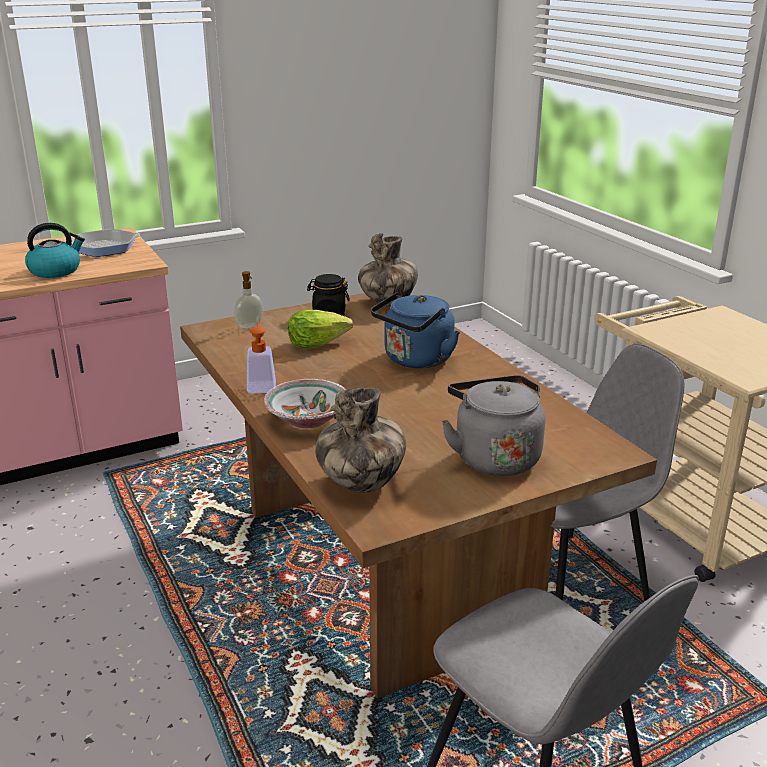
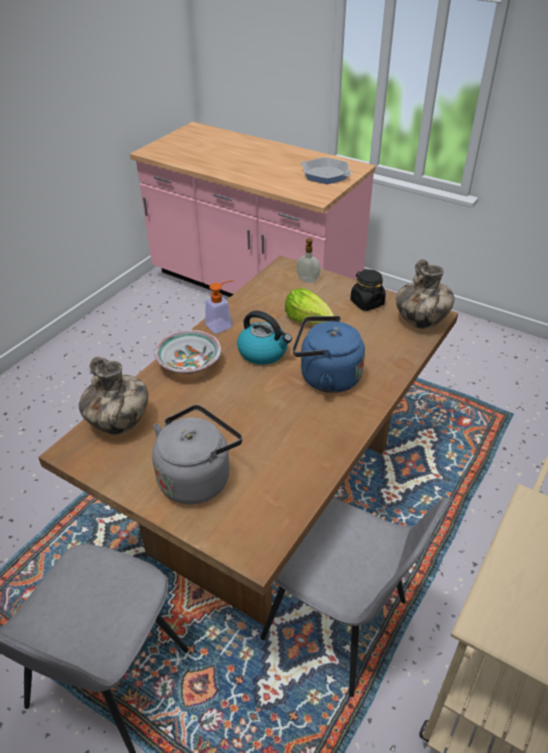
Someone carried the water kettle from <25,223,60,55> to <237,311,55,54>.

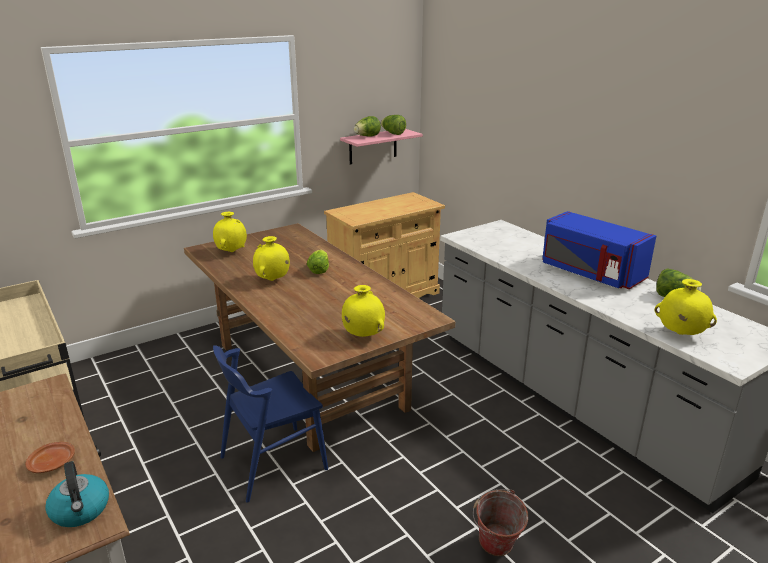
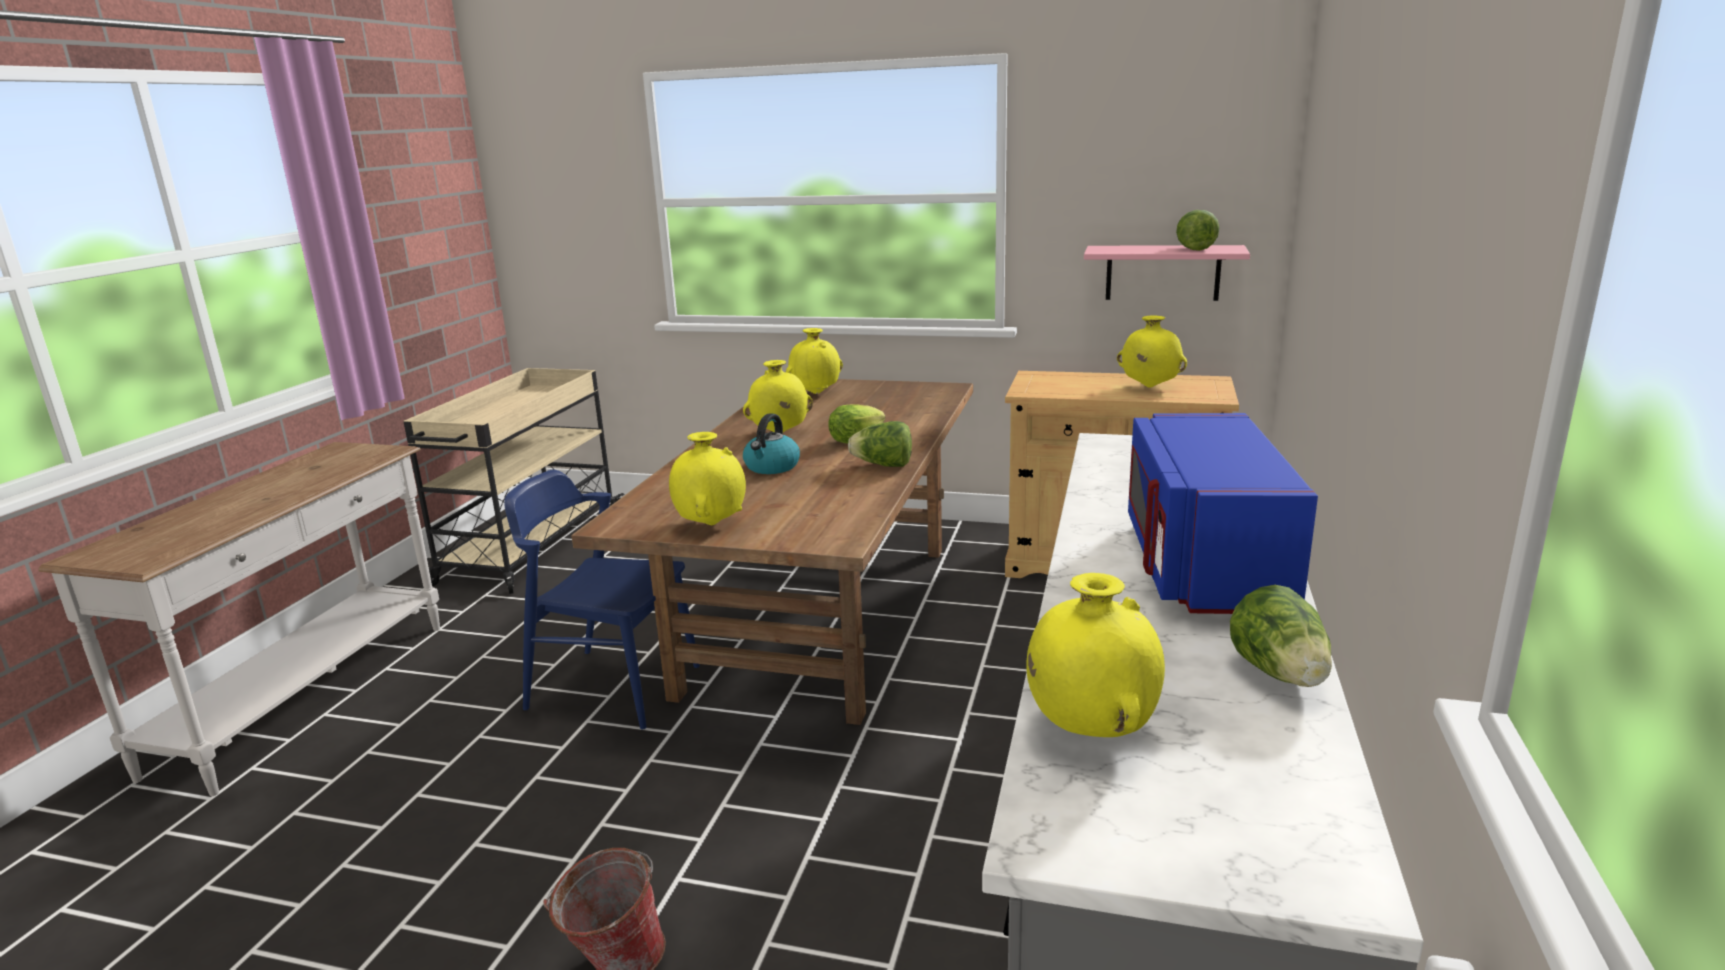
Someone took away the dinner plate/brown-coloured at <26,442,49,31>.
Someone carried the water kettle from <45,461,64,66> to <743,413,57,61>.
Someone carried the lettuce head from <354,116,27,21> to <848,421,64,46>.
Someone put down the vase/yellowish at <1117,315,70,72>.

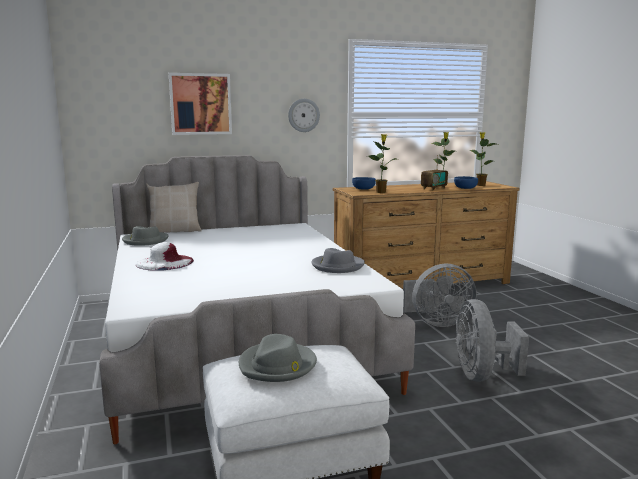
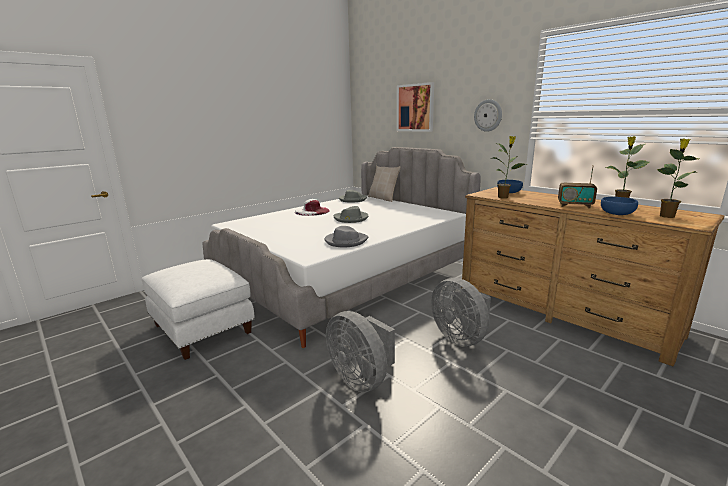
Someone carried the wearable hat/gray from <239,334,78,48> to <334,206,34,17>.
Someone rotated the cooling fan/gray at <455,299,74,83> by 105 degrees counterclockwise.

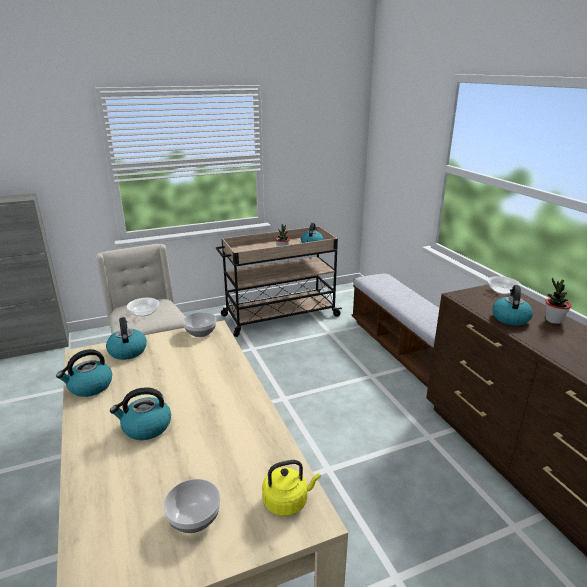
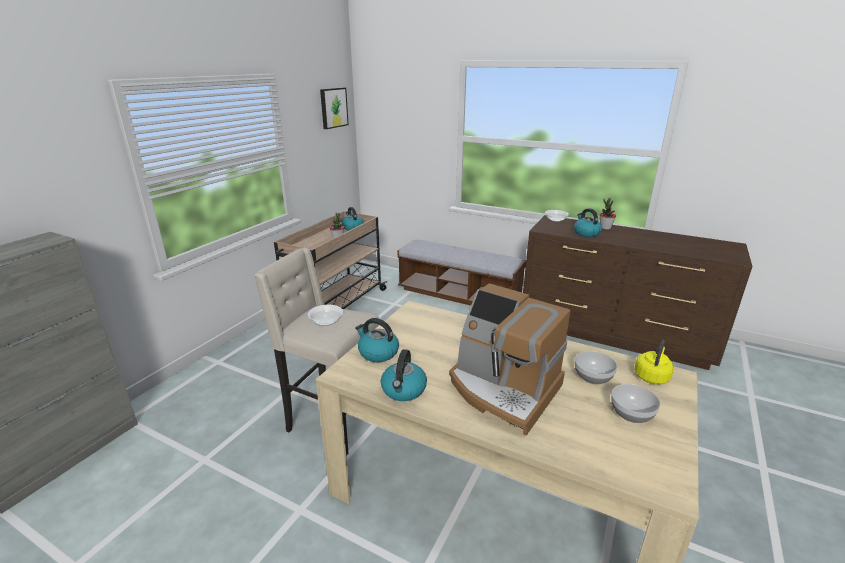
Someone swapped the water kettle at <110,387,61,53> for the coffee maker at <449,283,121,153>.
Someone carried the deep dish from <183,312,33,25> to <575,351,42,33>.
Someone put up the picture at <320,88,29,41>.

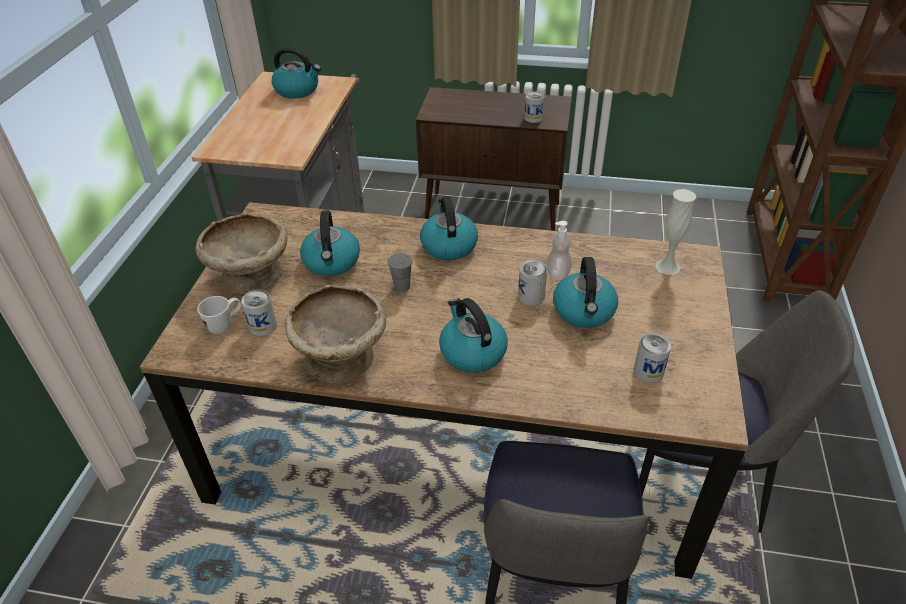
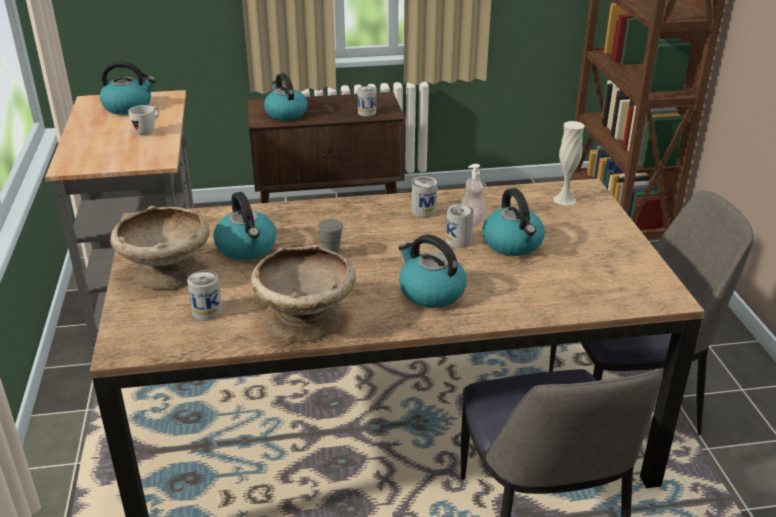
Someone carried the mug/whitish from <197,296,44,38> to <128,105,31,30>.
Someone carried the water kettle from <420,196,58,64> to <264,73,43,48>.
Someone carried the metal can from <633,333,38,50> to <411,176,26,41>.

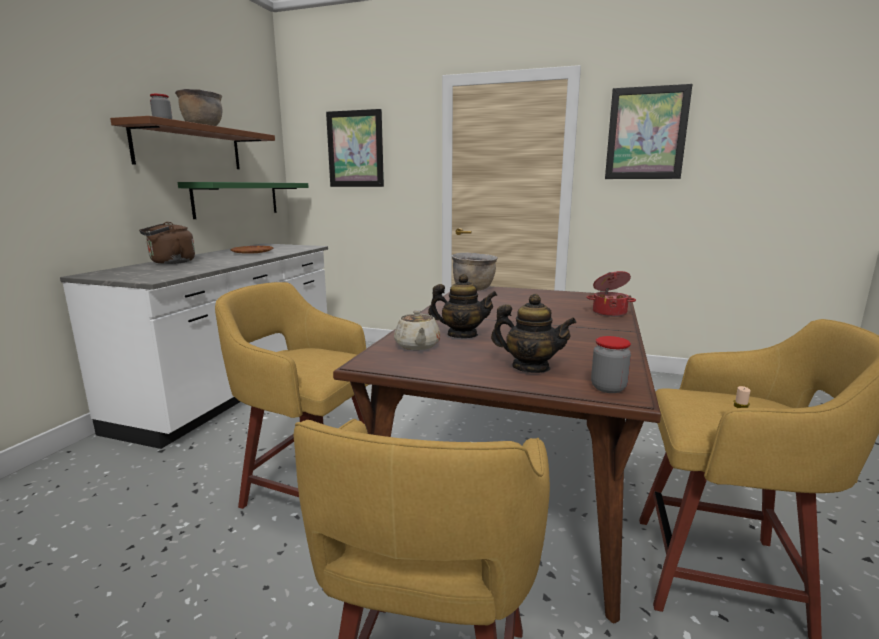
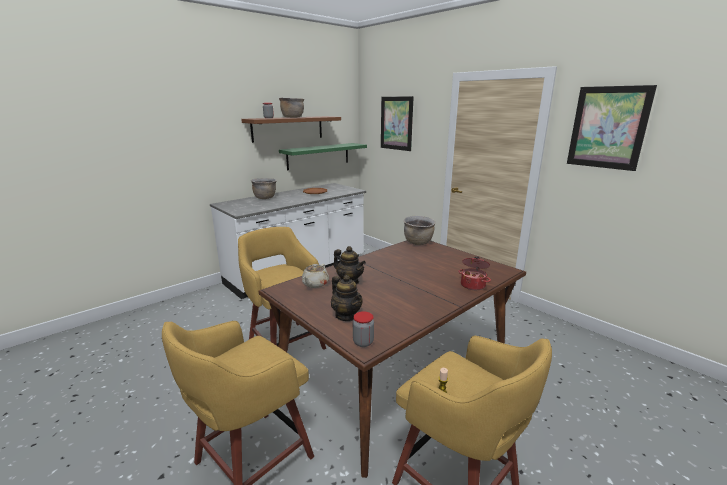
Someone swapped the water kettle/brown-coloured at <139,222,56,42> for the saucepot/brown-coloured at <251,178,26,21>.

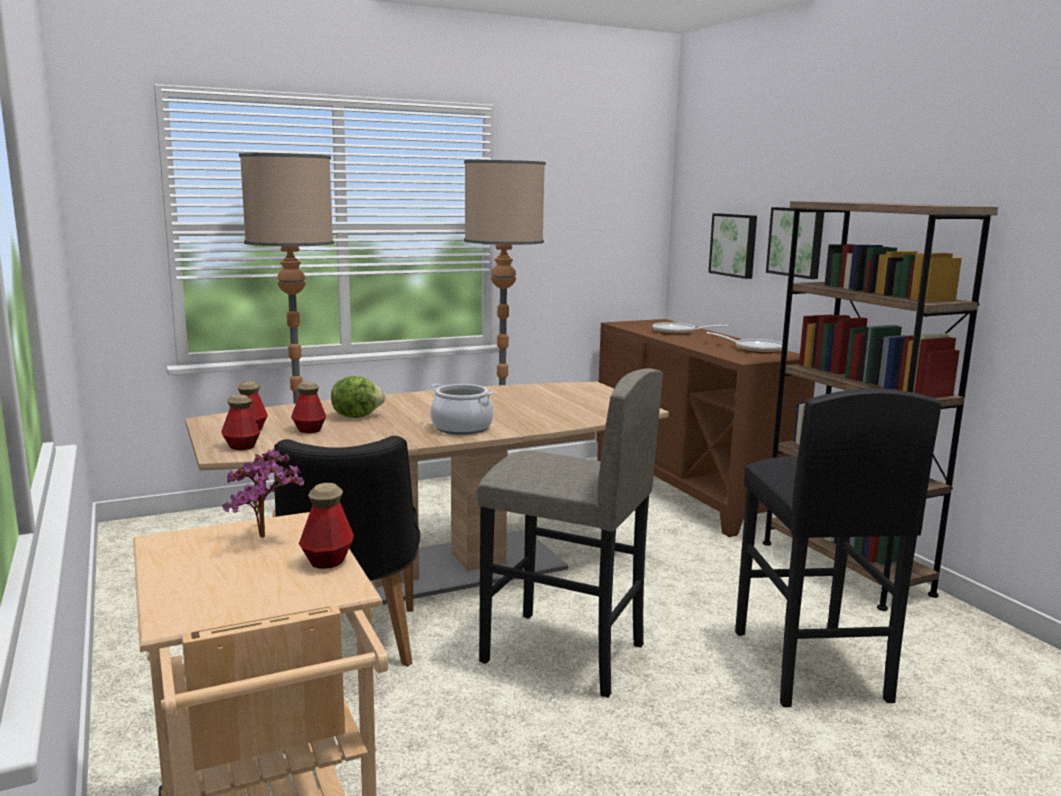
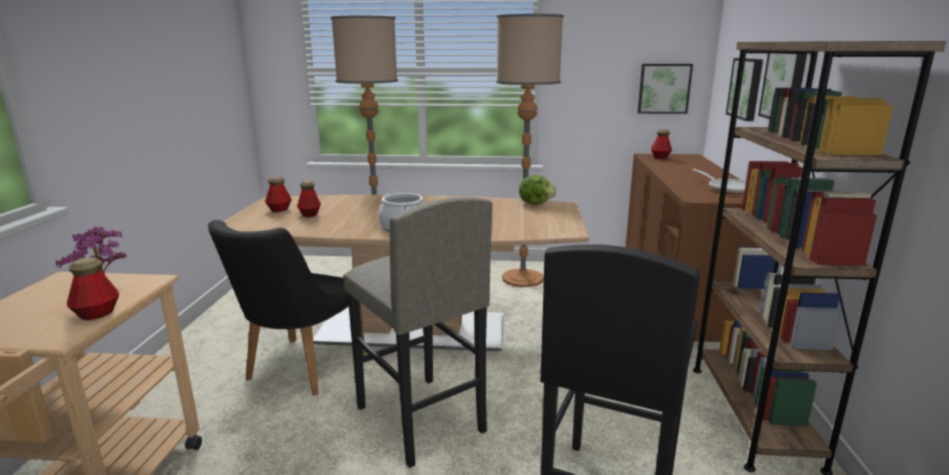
Someone carried the beverage bottle from <221,395,39,55> to <651,129,21,30>.
Someone carried the lettuce head from <331,376,55,42> to <519,175,38,30>.
Someone took away the skillet at <653,322,75,13>.
Someone put up the picture at <638,64,55,50>.

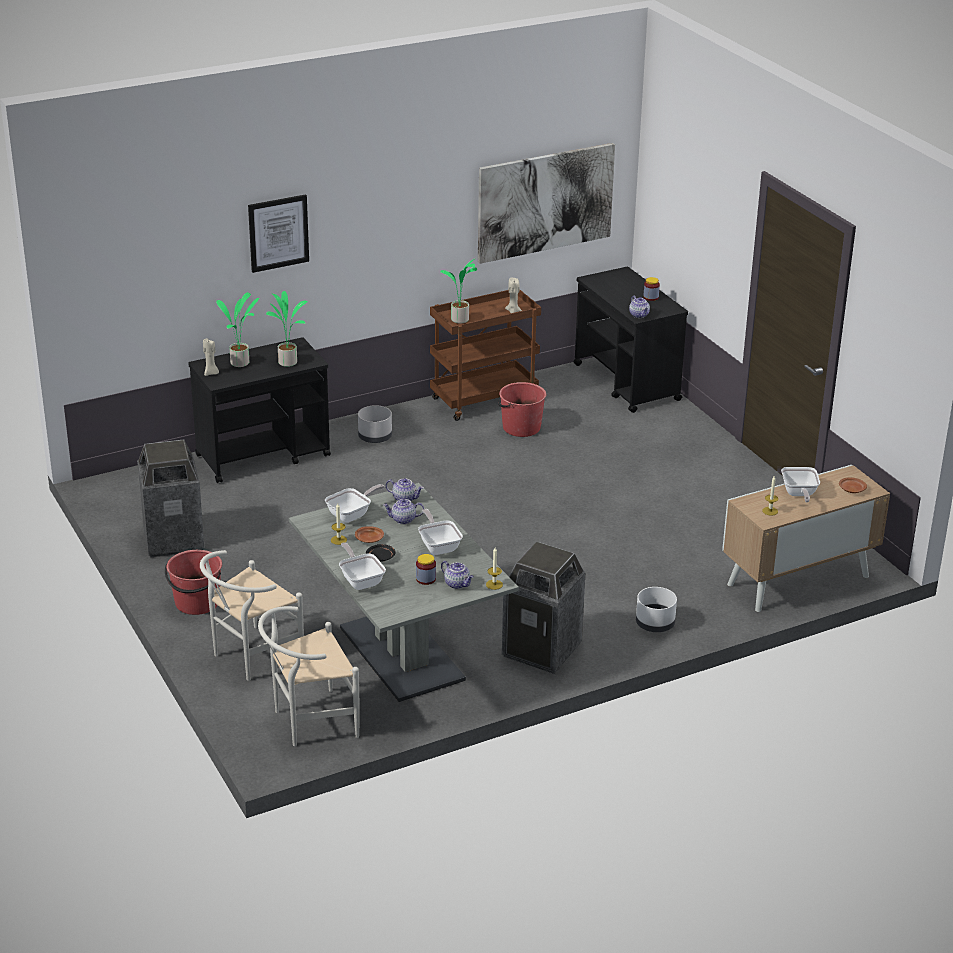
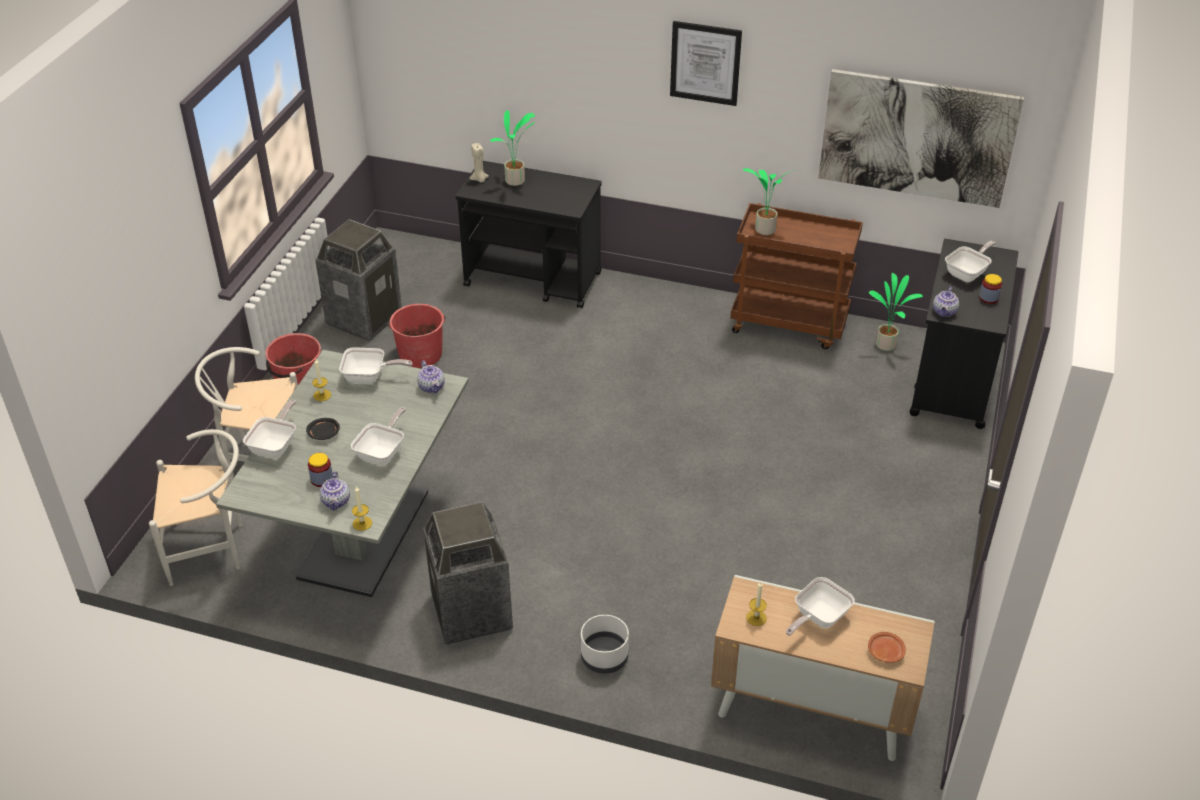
Someone carried the picture from <248,194,61,79> to <670,21,72,85>.
Someone rotated the plain chair/whitish at <258,606,102,140> by 150 degrees clockwise.
Someone carried the potted plant from <266,291,42,76> to <869,273,54,78>.
Someone took away the dinner plate/brown-coloured at <355,526,29,17>.
Someone took away the plant pot/gray at <358,405,34,38>.
Someone took away the teapot at <383,499,41,25>.
Someone carried the pail/red-coloured from <498,382,48,55> to <388,304,58,64>.
Someone took away the candle/sand-coloured at <505,278,17,35>.
Someone put down the skillet at <945,241,51,41>.

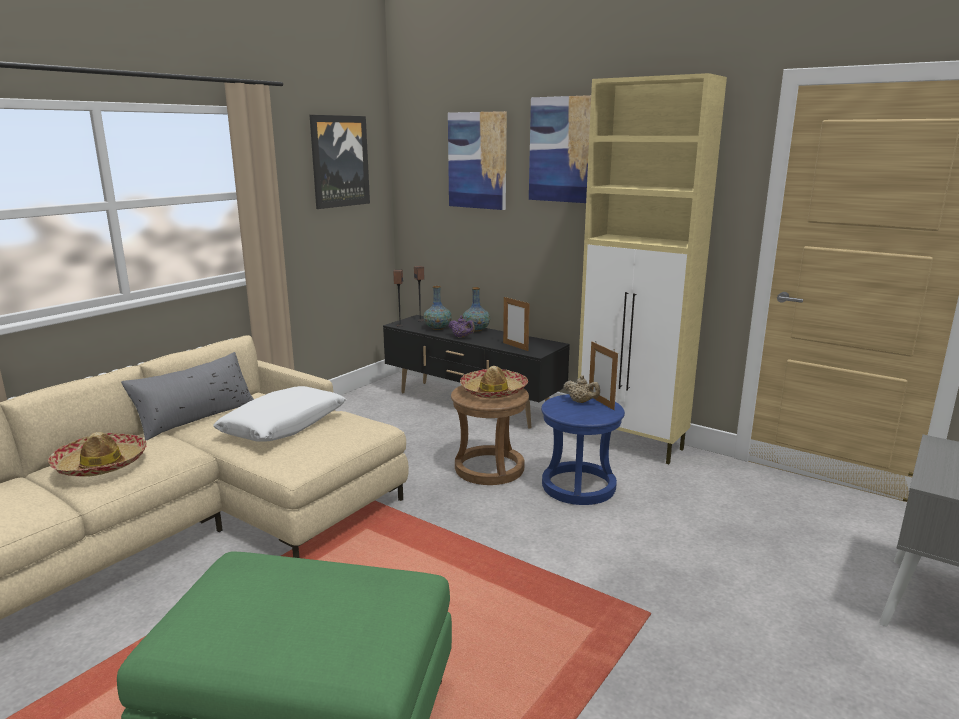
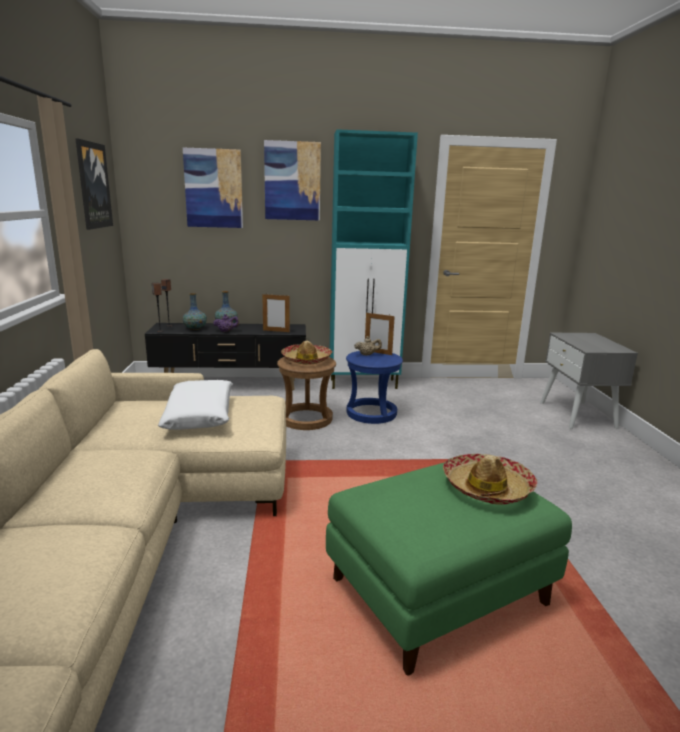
Someone carried the wearable hat from <48,432,99,45> to <443,454,94,51>.
Someone took away the pillow/gray at <121,352,133,89>.
Someone repainted the cupboard/sand-coloured at <578,73,149,391>, which became the cupboard/blue-green at <329,129,89,260>.

